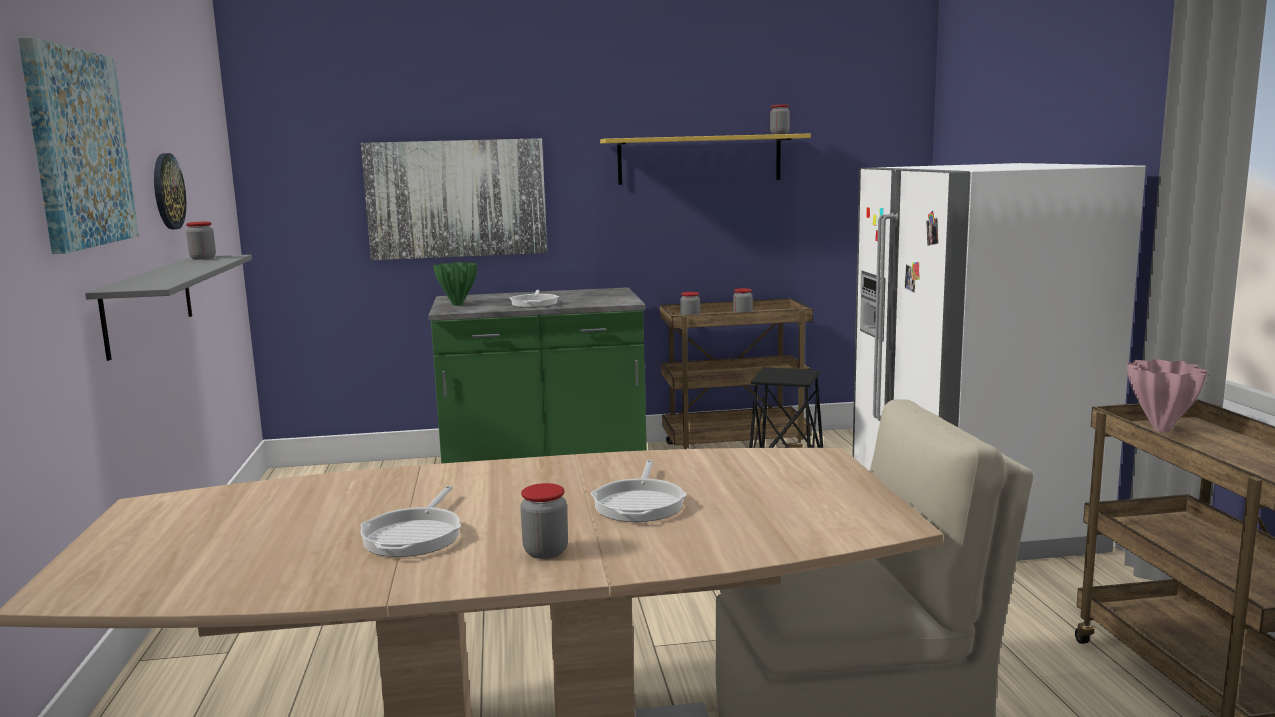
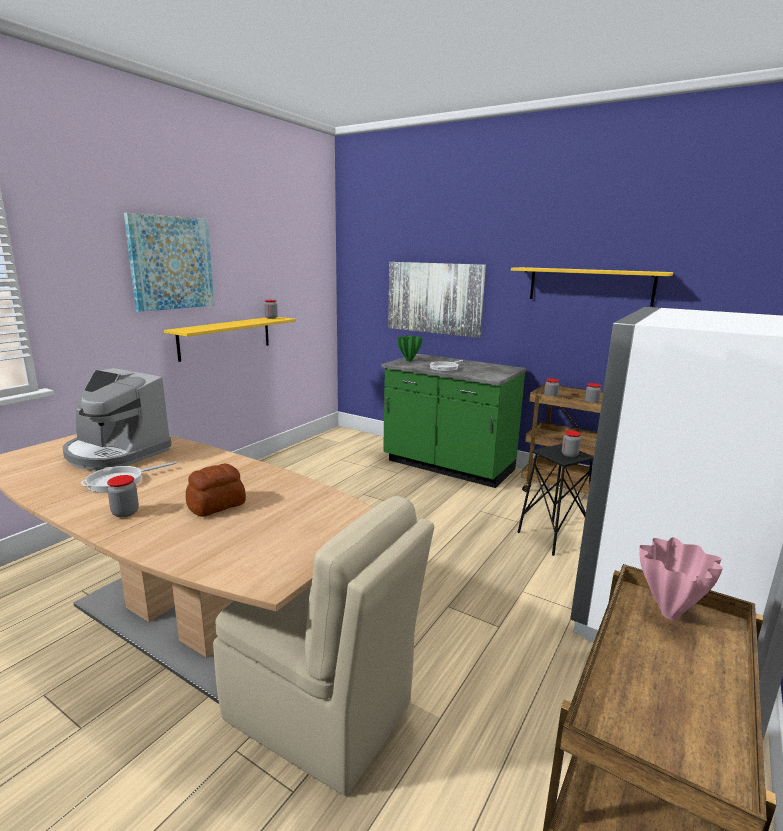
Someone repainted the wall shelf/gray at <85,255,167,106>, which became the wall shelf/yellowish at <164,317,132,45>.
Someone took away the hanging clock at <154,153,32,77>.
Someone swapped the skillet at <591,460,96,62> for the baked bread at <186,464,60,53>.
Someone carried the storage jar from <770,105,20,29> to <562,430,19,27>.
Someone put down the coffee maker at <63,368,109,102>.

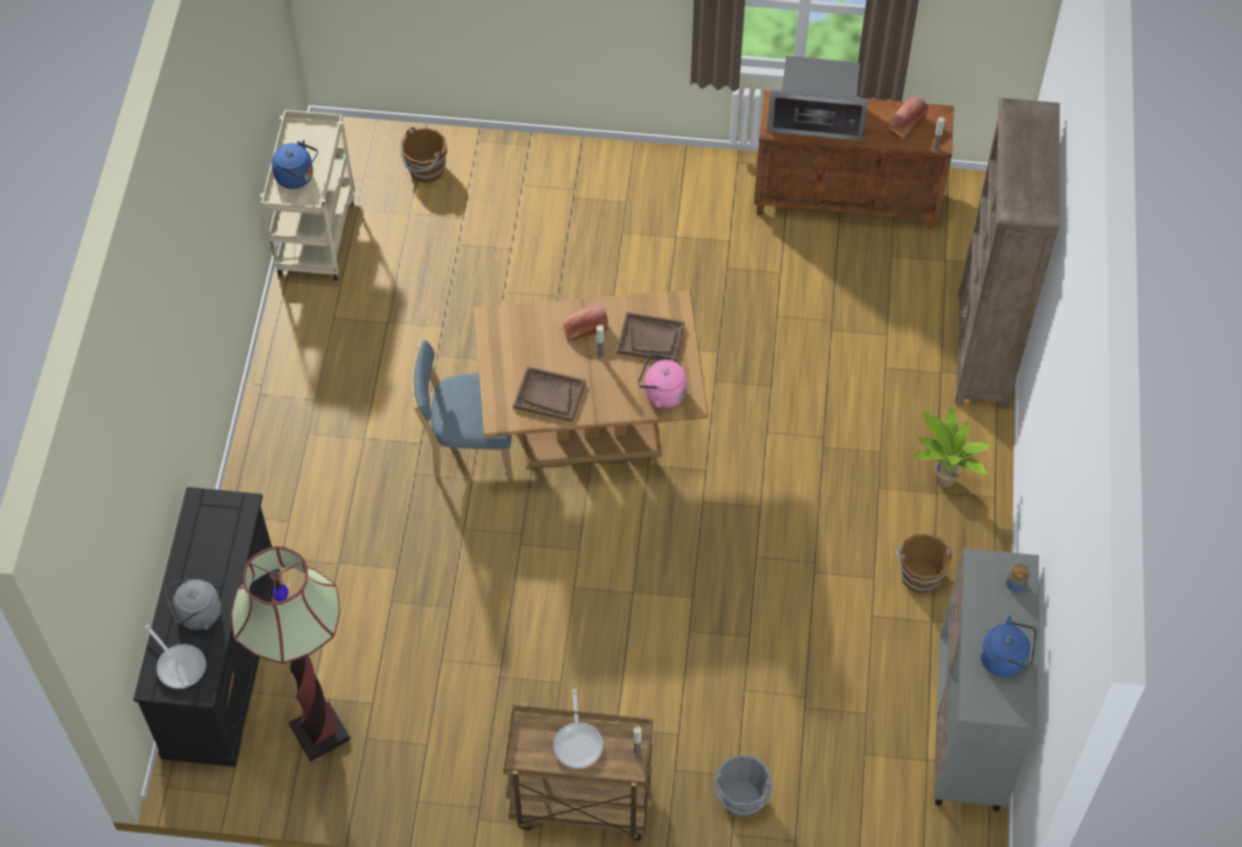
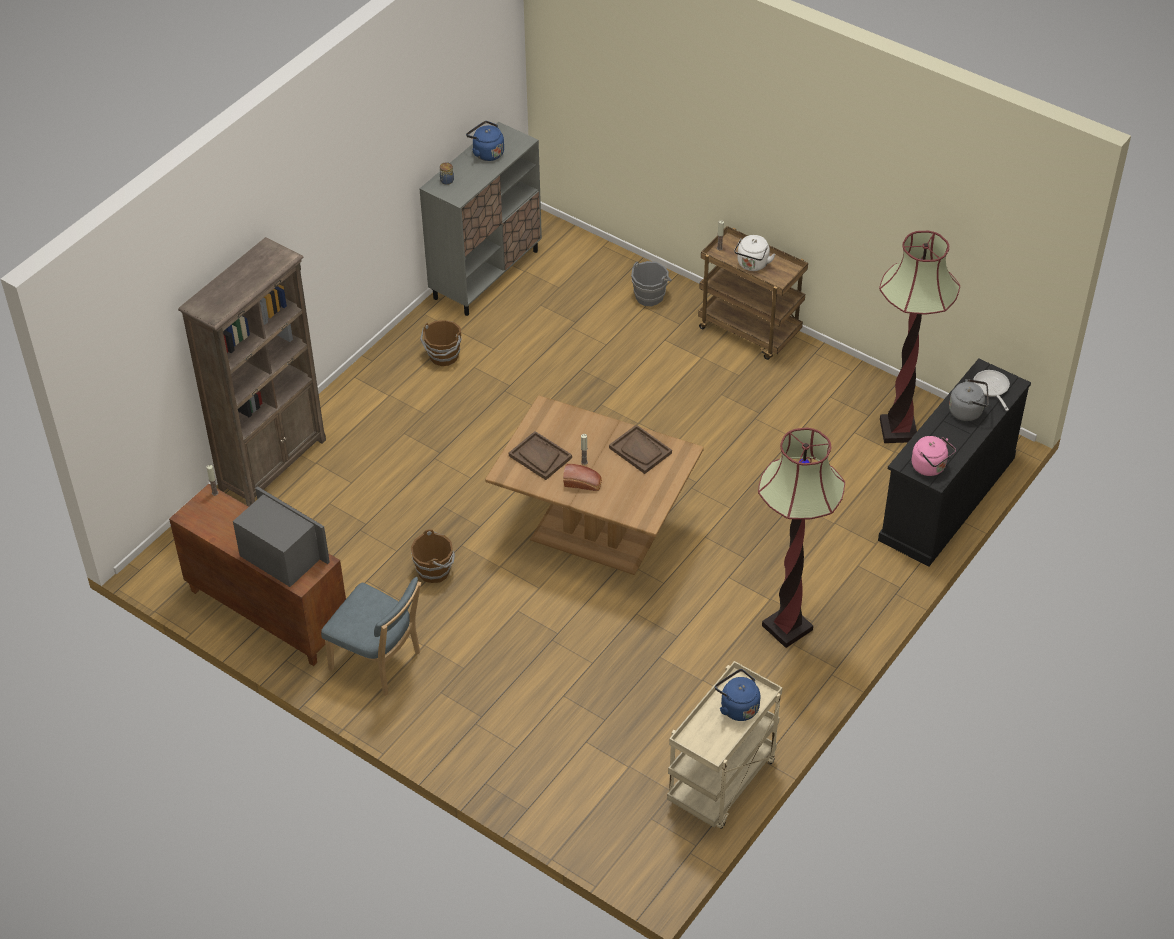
Someone carried the pail/brown-coloured from <400,127,47,56> to <410,529,45,54>.
Someone carried the plain chair/blue from <412,340,101,139> to <321,577,100,119>.
Someone swapped the skillet at <554,689,49,79> for the water kettle/whitish at <734,235,42,36>.
Someone carried the water kettle/pinkish from <638,354,49,54> to <911,436,45,40>.
Someone took away the baked bread at <888,96,40,44>.
Someone took away the potted plant at <914,406,77,82>.
Someone put down the standing lamp at <758,428,87,220>.

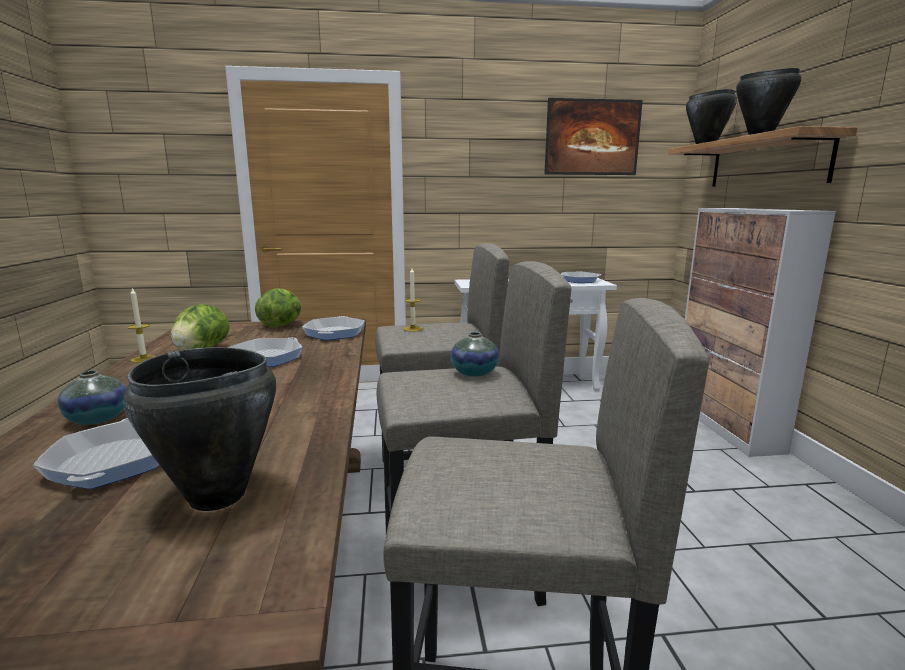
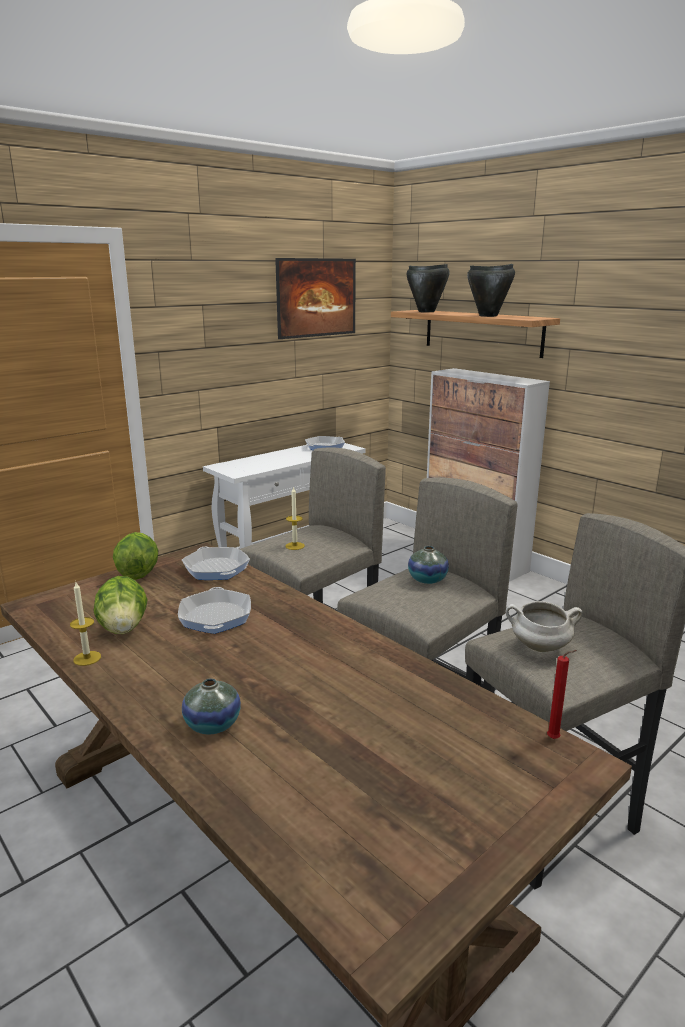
Someone took away the skillet at <33,418,126,71>.
Someone took away the saucepot/blackish at <123,347,153,164>.
Someone put down the saucepot/whitish at <506,601,77,51>.
Someone put down the candle/red-coloured at <547,650,30,89>.

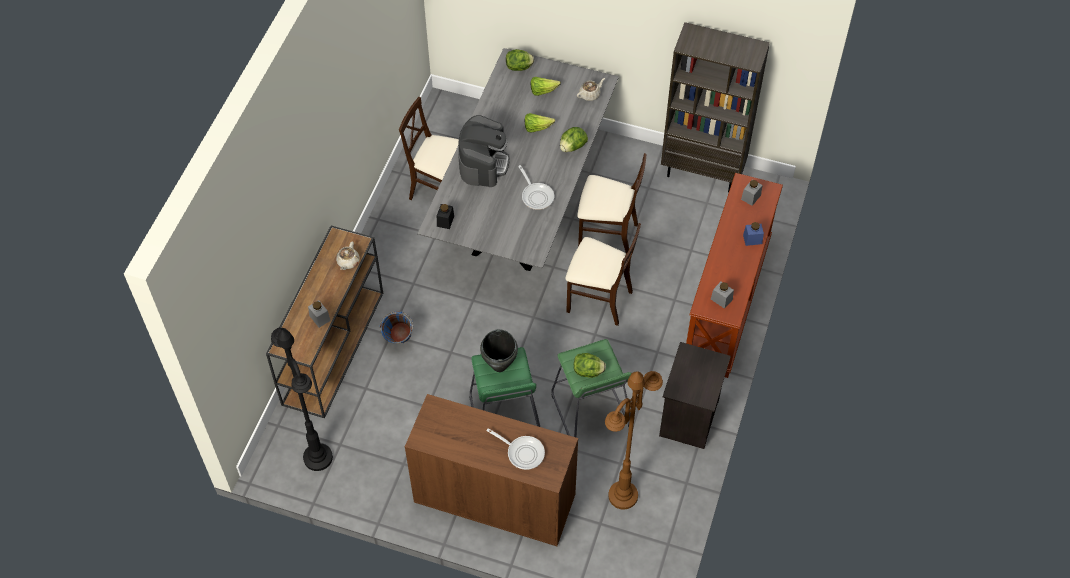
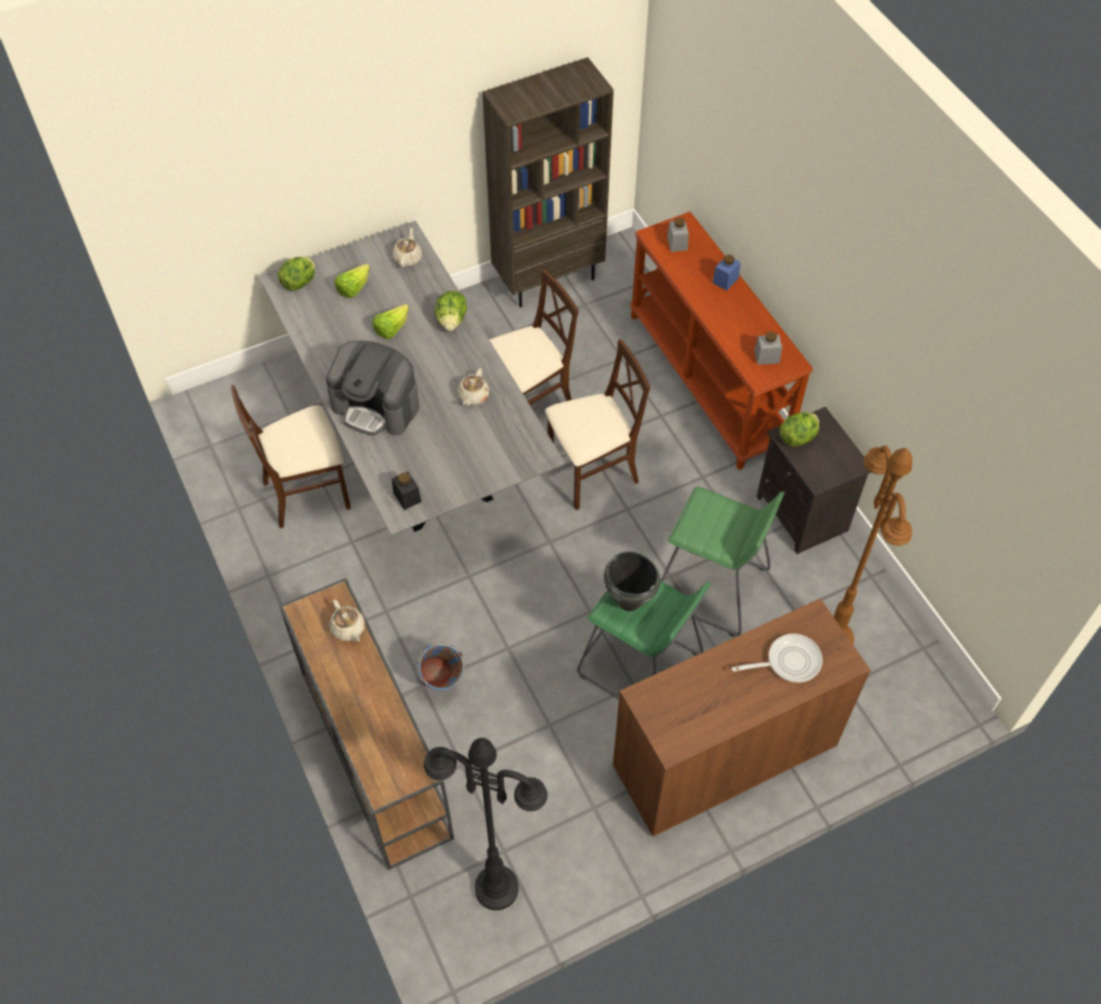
Someone took away the storage jar/gray at <308,300,23,28>.
Someone rotated the coffee maker at <458,115,52,72> by 150 degrees clockwise.
Someone swapped the skillet at <518,165,36,45> for the teapot/sand-coloured at <457,368,32,38>.
Someone carried the lettuce head from <574,353,32,25> to <780,412,39,35>.

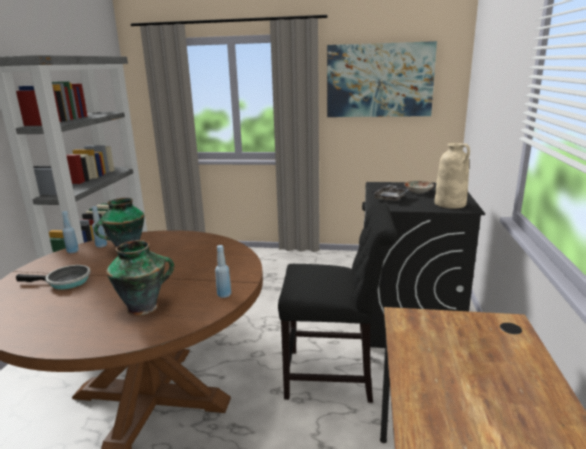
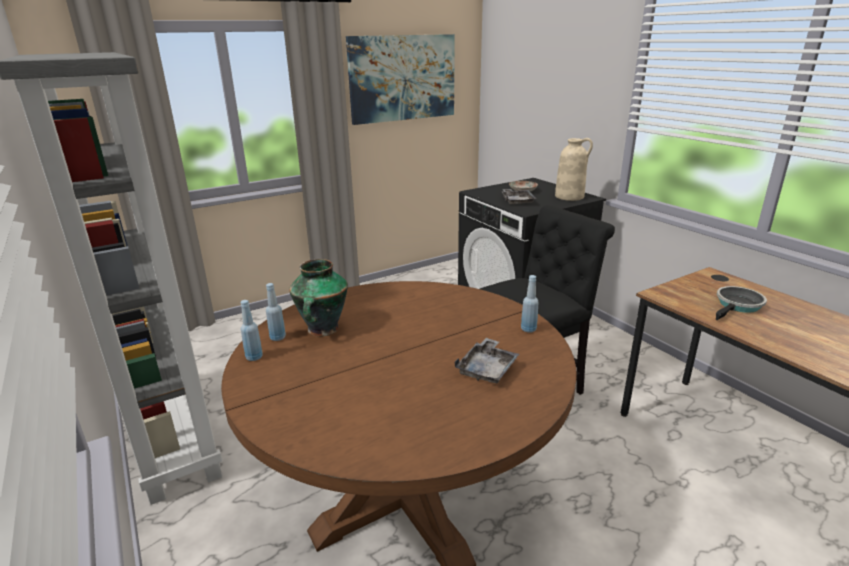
Someone carried the skillet from <16,265,75,25> to <716,286,51,34>.
Someone swapped the vase at <106,240,68,75> for the tray/gray at <454,338,65,45>.

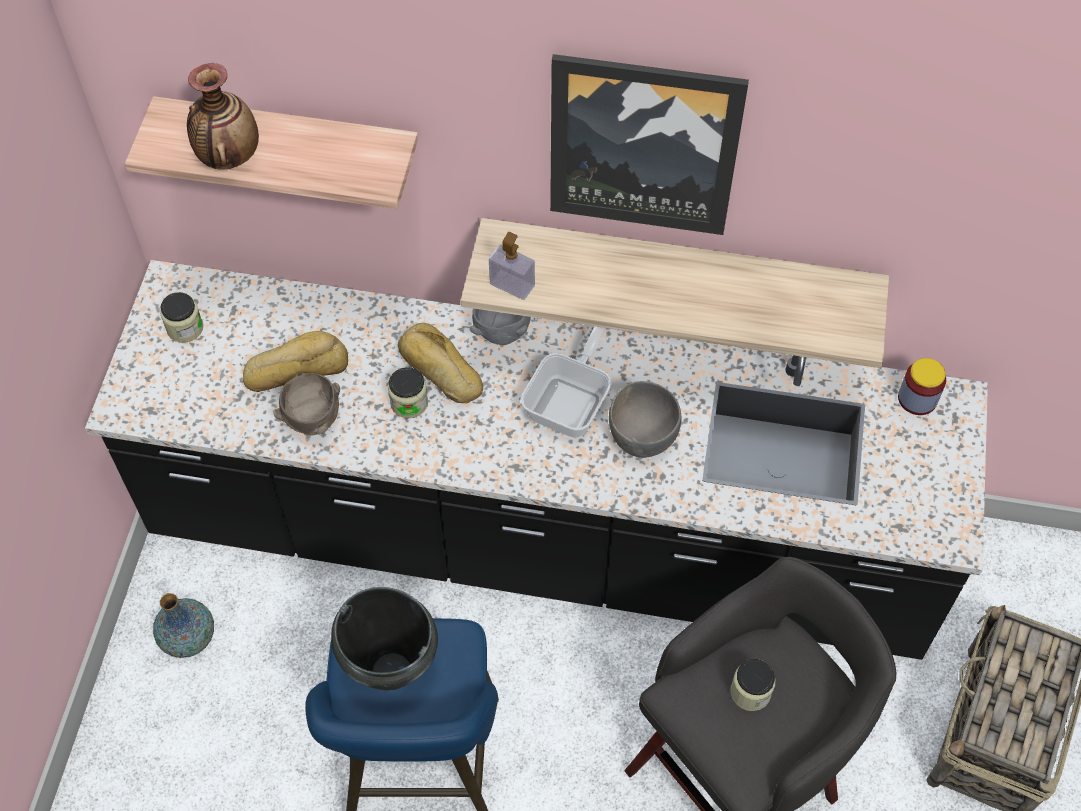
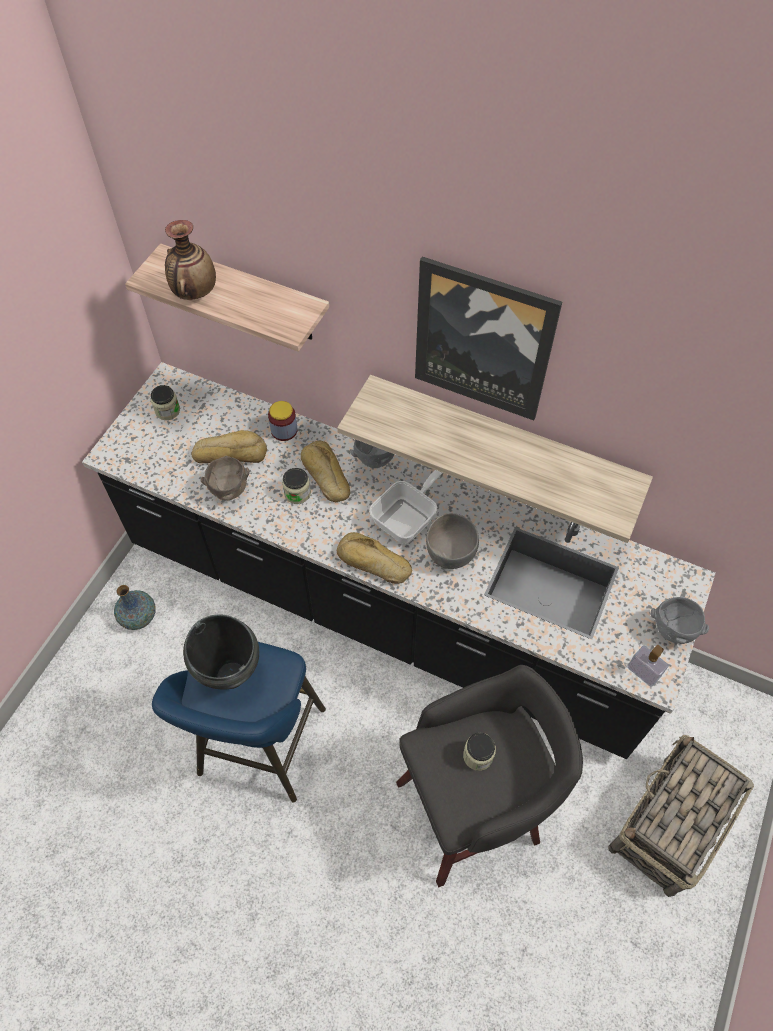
Someone carried the liquid soap bottle from <489,232,46,68> to <627,645,42,42>.
Someone carried the storage jar from <898,358,48,57> to <268,401,29,40>.
Someone put down the baked bread at <337,532,75,52>.
Someone put down the deep dish/gray at <651,597,58,47>.

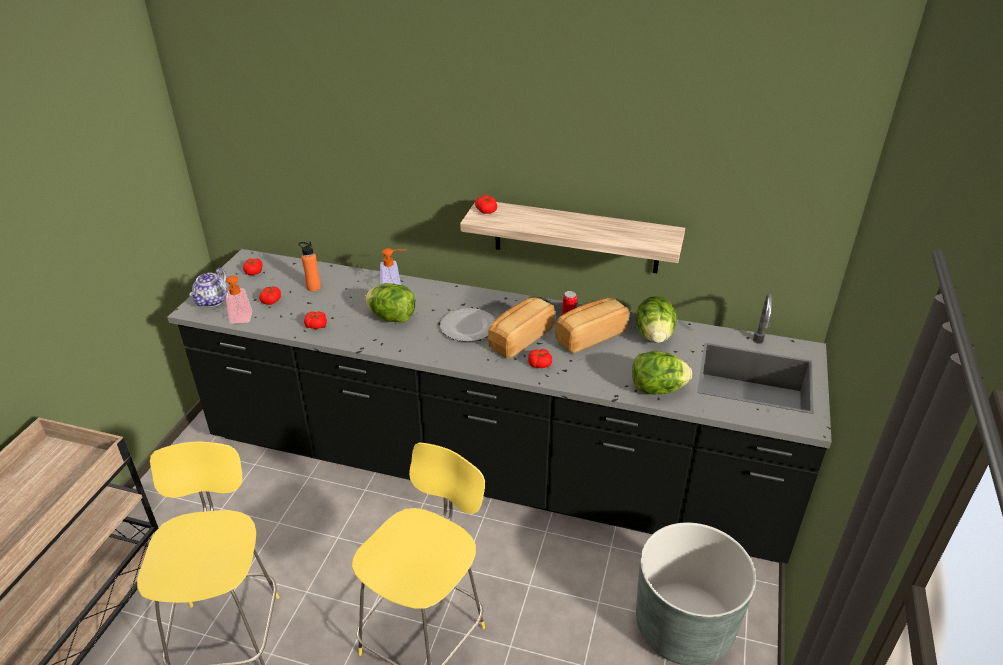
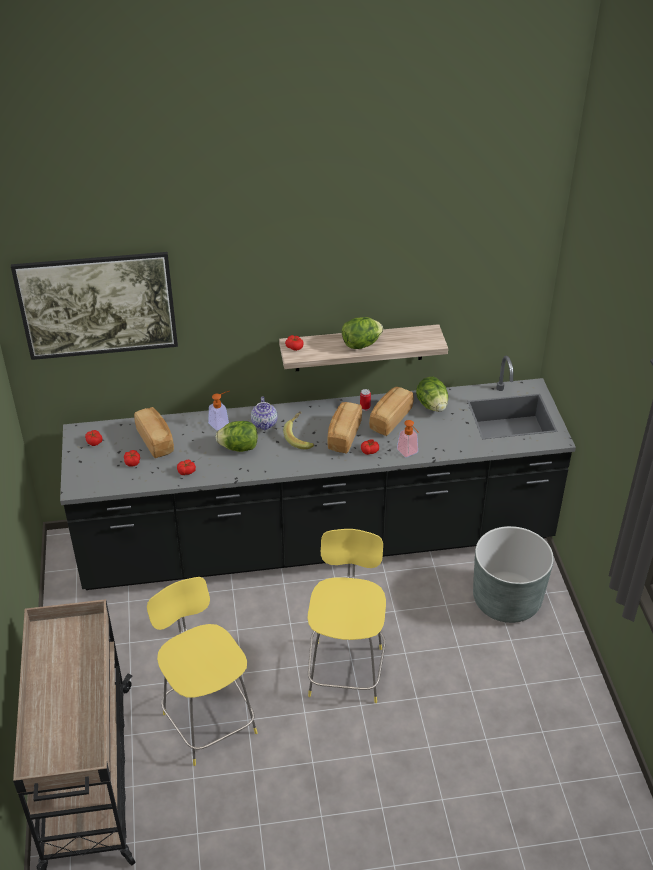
Someone carried the teapot from <189,268,38,39> to <251,396,27,35>.
Someone carried the liquid soap bottle from <226,276,26,48> to <397,420,22,37>.
Someone swapped the beverage bottle/orange at <299,241,22,50> for the baked bread at <134,407,40,52>.
Someone swapped the dinner plate at <440,308,55,34> for the banana at <283,412,31,37>.
Someone carried the lettuce head from <632,351,60,44> to <342,317,41,32>.
Someone put up the picture at <11,252,167,108>.

